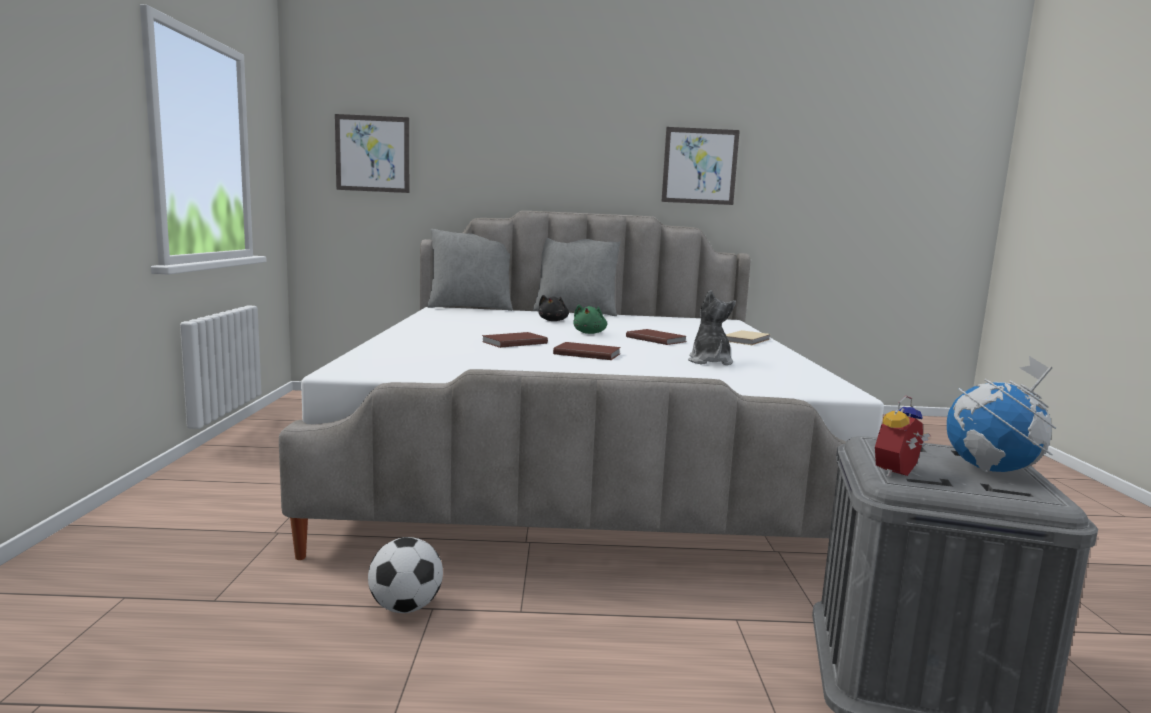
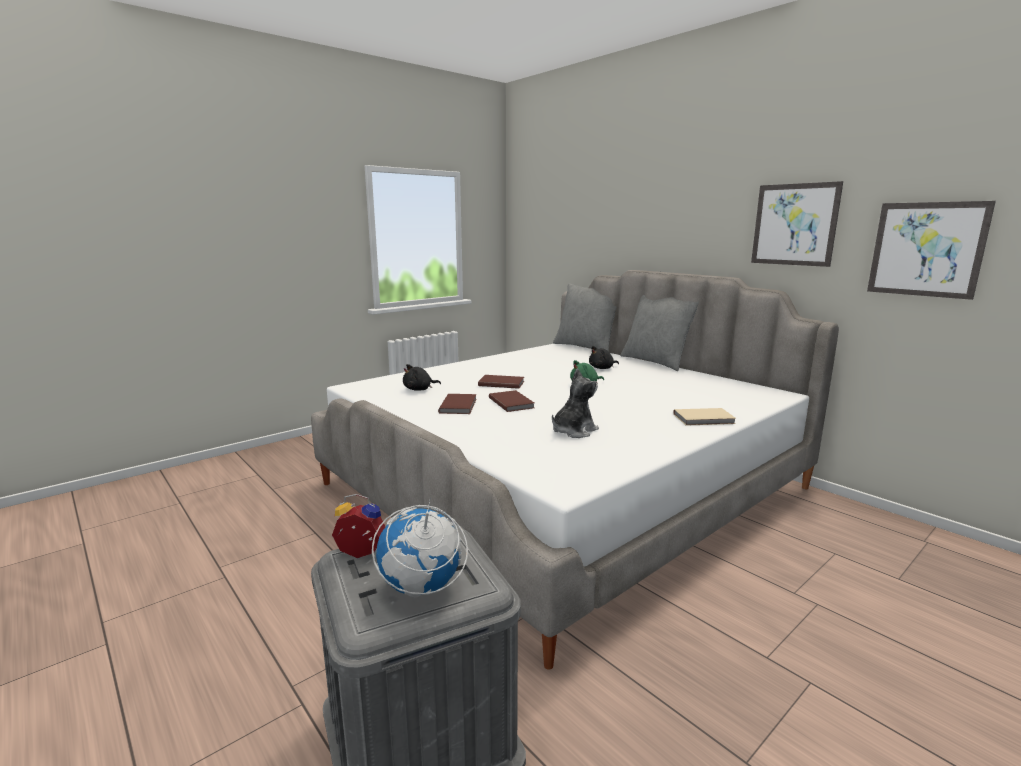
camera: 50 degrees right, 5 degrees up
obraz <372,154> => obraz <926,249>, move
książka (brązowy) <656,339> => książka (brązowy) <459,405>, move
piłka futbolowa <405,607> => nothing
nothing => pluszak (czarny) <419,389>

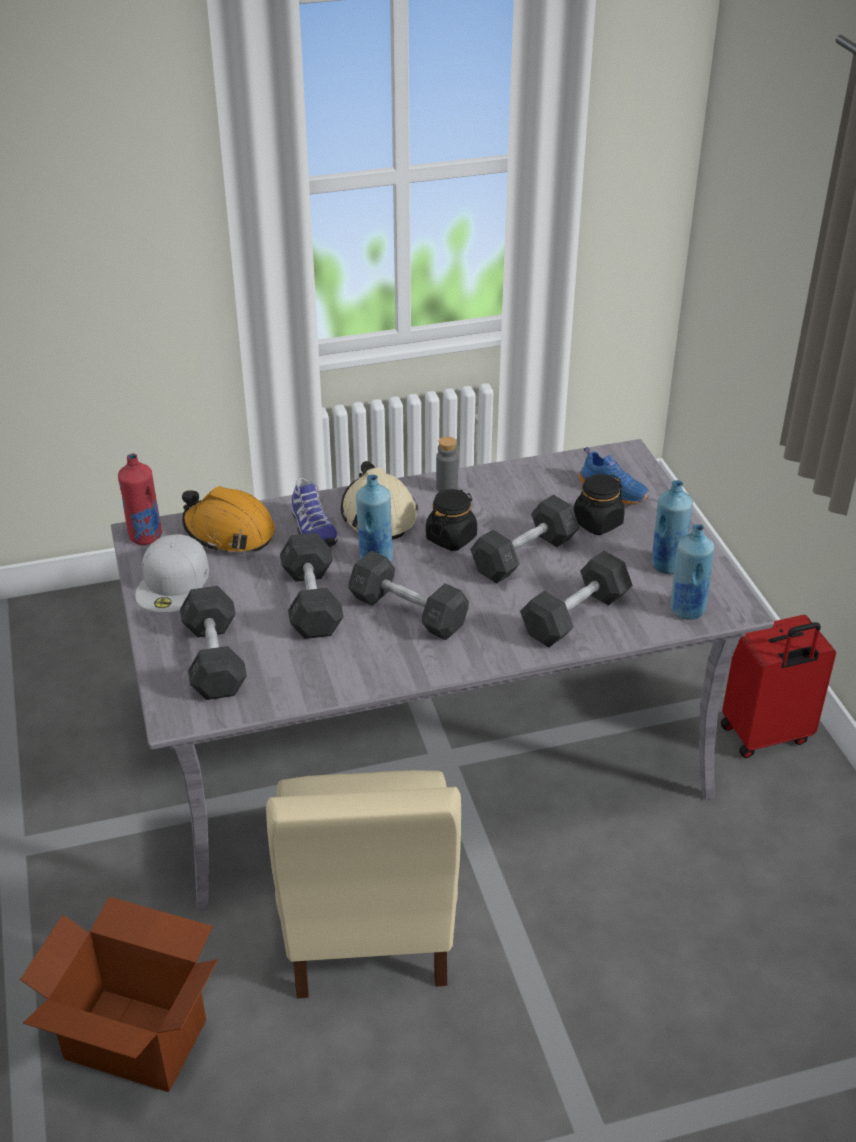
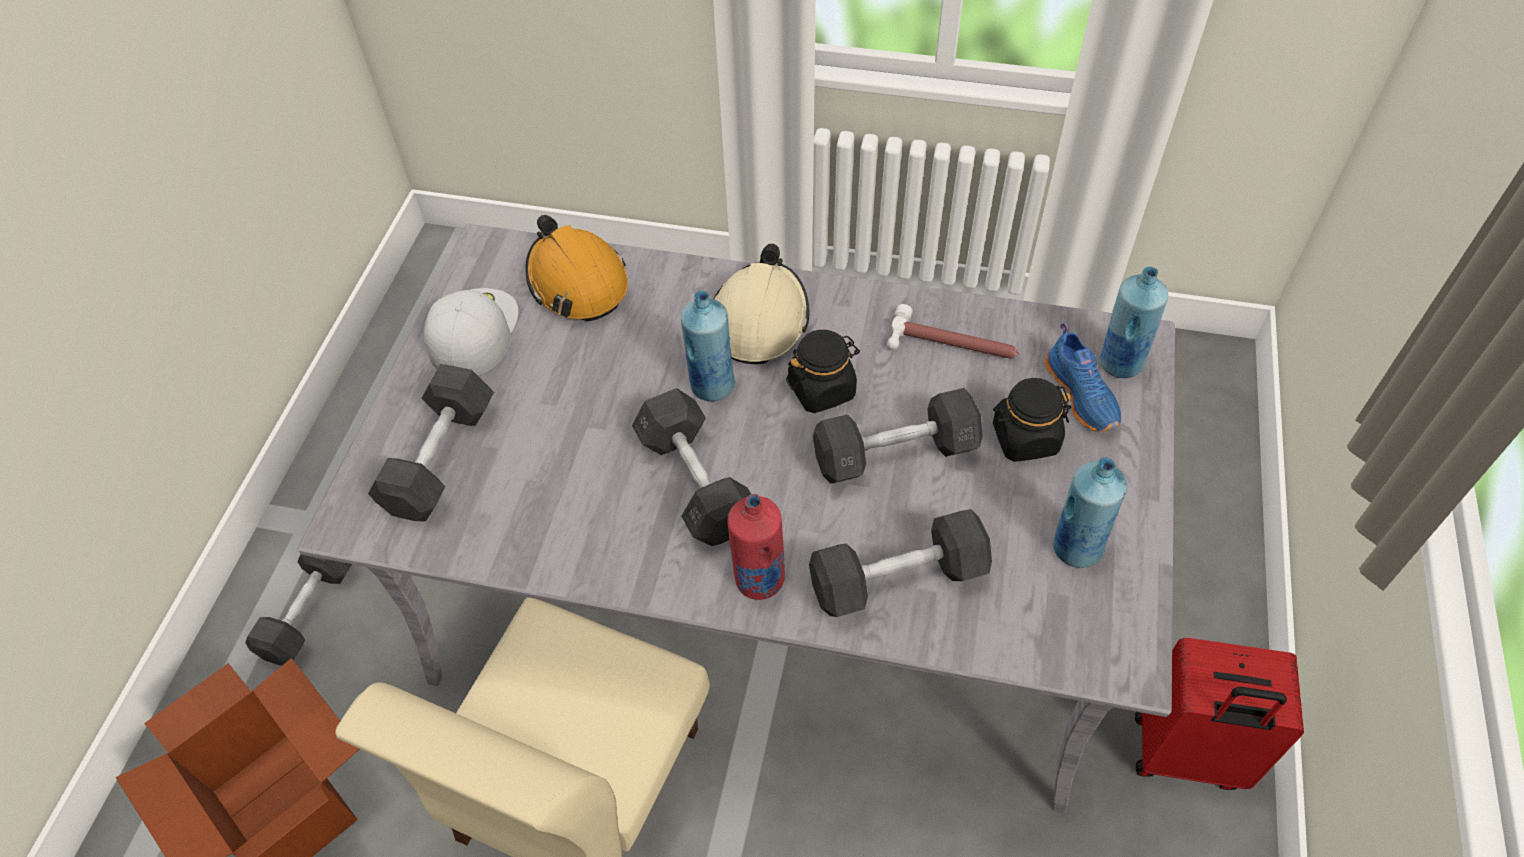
camera: 30 degrees right, 15 degrees up
butelka (szary) <447,488> => nothing
butelka (czerwony) <145,537> => butelka (czerwony) <758,580>, move
but <312,529> => nothing
butelka (niebieski) <686,610> => butelka (niebieski) <1119,363>, move
hantel (szary) <312,601> => hantel (szary) <309,611>, move
czapka z daszkiem (biały) <174,583> => czapka z daszkiem (biały) <472,331>, 150 degrees clockwise
nothing => młotek <952,346>

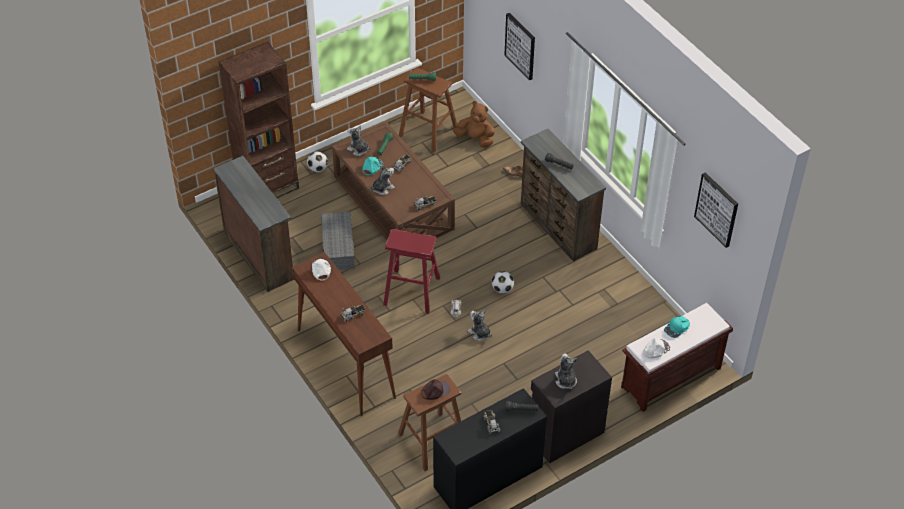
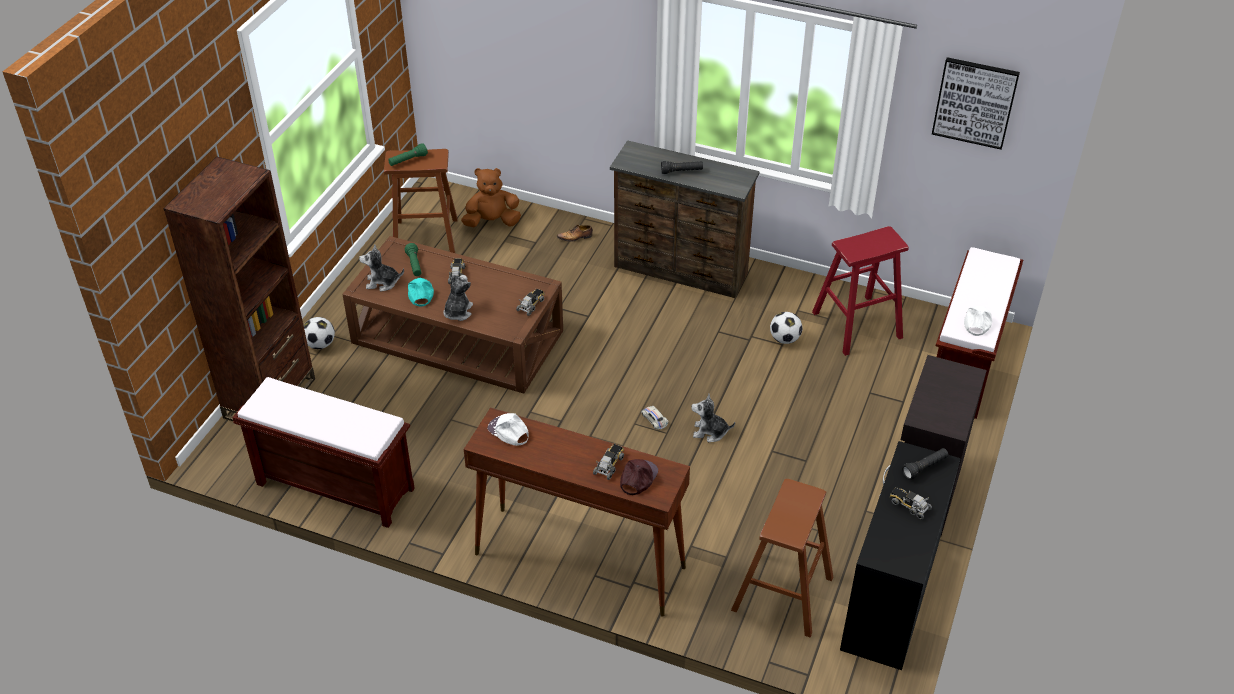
camera: 35 degrees left, 5 degrees down
obraz <520,46> => nothing
komoda (brązowy) <259,254> => ławka (brązowy) <333,486>
pojemnik do przechowywania (szary) <339,248> => nothing
stołek (czerwony) <411,291> => stołek (czerwony) <857,325>, move
piłka futbolowa <502,289> => piłka futbolowa <784,339>, move
czapka z daszkiem (turkusowy) <677,328> => nothing
pluszak <565,380> => nothing
czapka z daszkiem (brązowy) <435,391> => czapka z daszkiem (brązowy) <638,478>, move

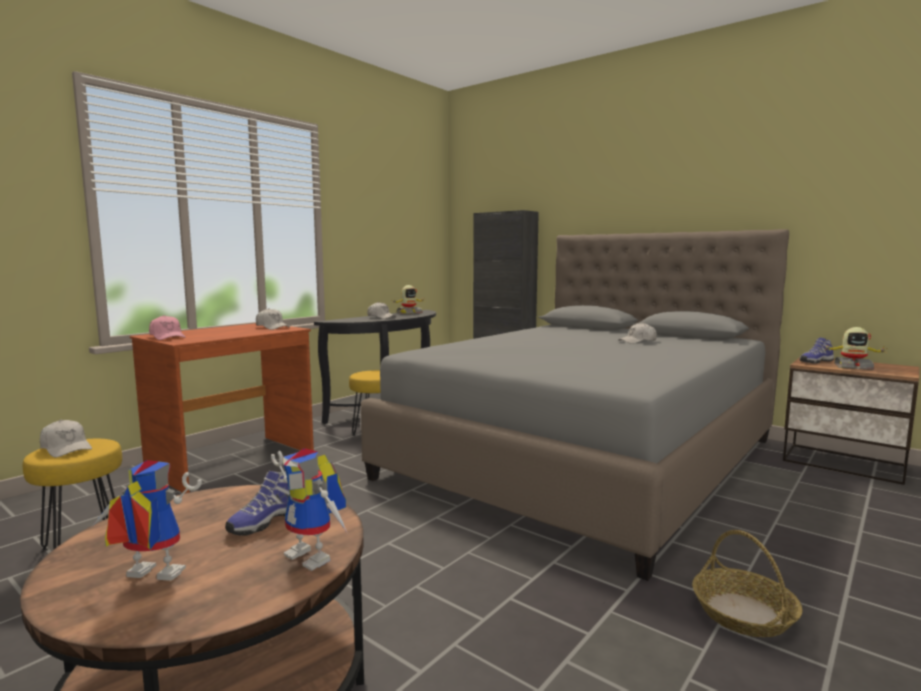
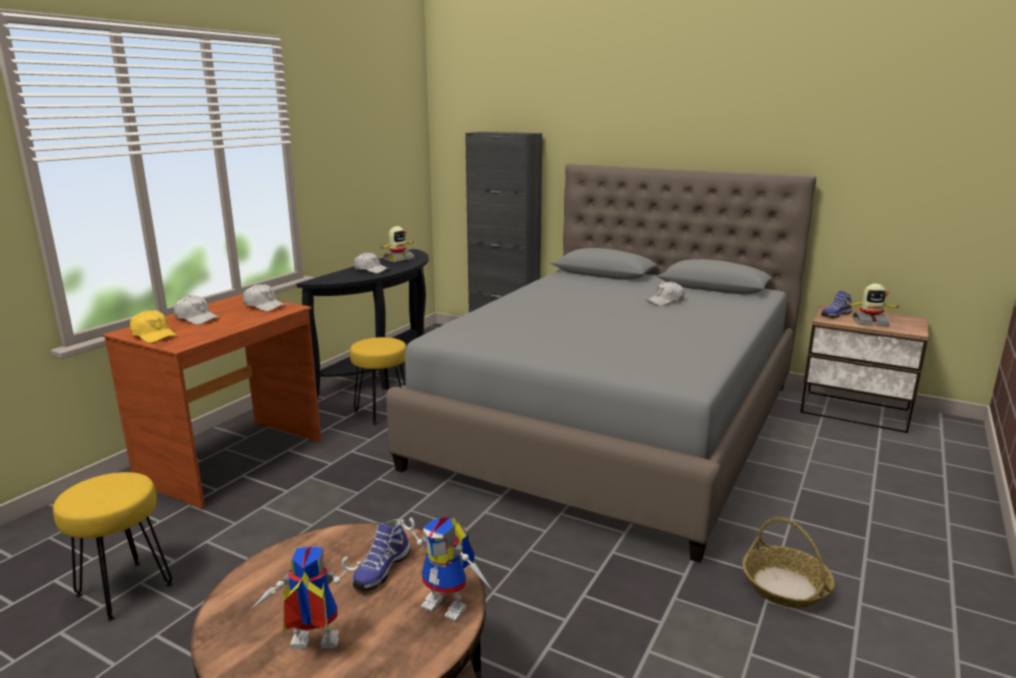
camera: 10 degrees left, 10 degrees up
czapka z daszkiem (różowy) <167,337> => czapka z daszkiem (żółty) <154,335>
czapka z daszkiem (biały) <66,448> => czapka z daszkiem (biały) <196,318>, move

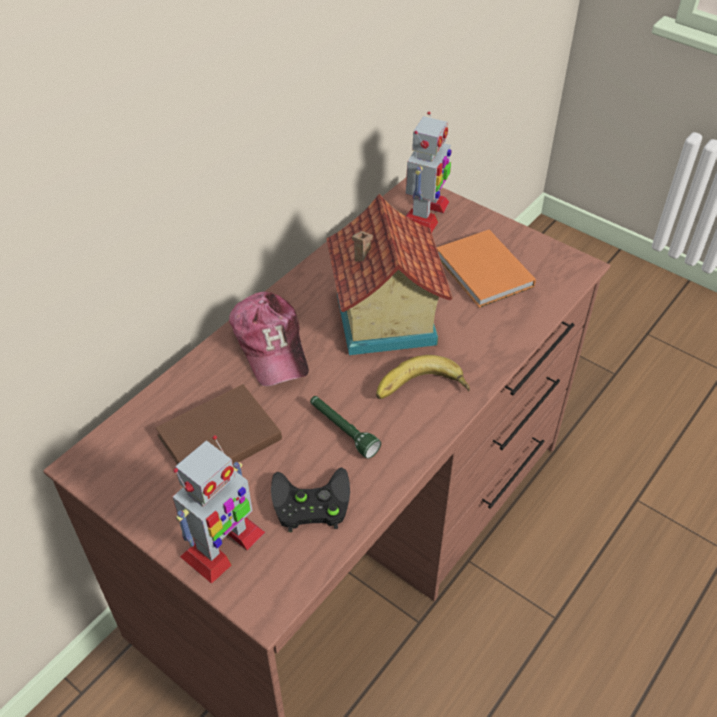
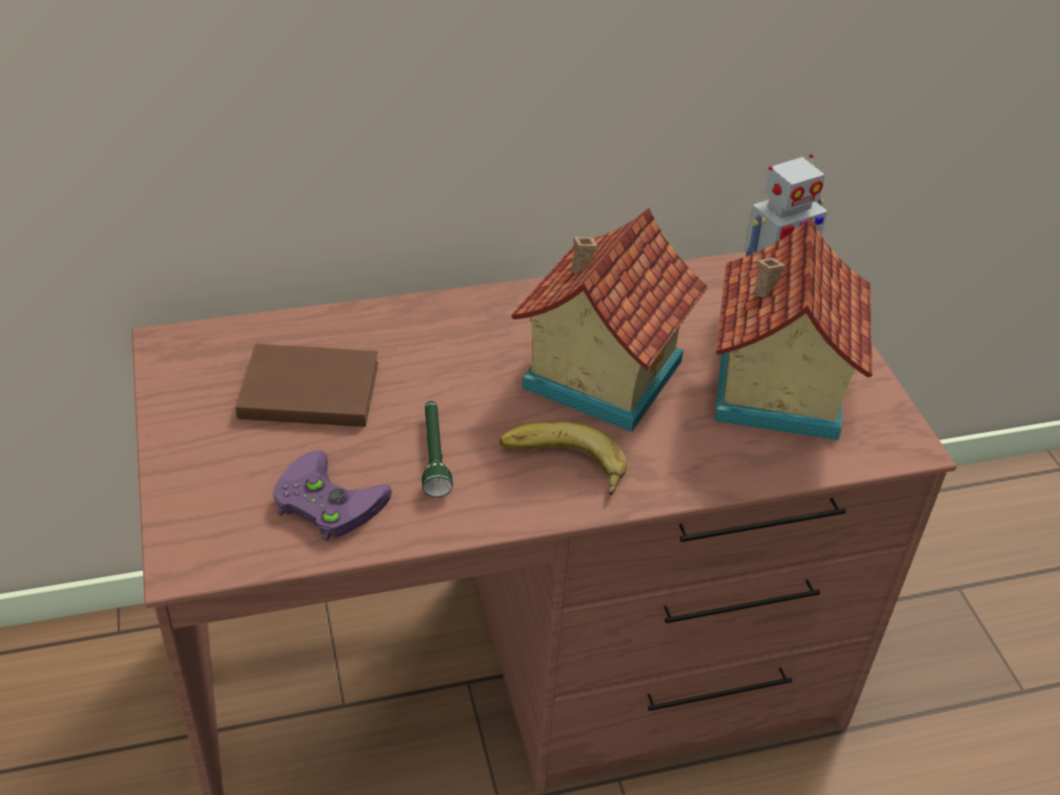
camera: 35 degrees right, 5 degrees down
książka (pomarańczowy) <484,273> => domek <773,389>
czapka z daszkiem <270,345> => nothing
robot zabawkowy <222,545> => nothing
pad do gier (czarny) <308,504> => pad do gier (fioletowy) <324,501>

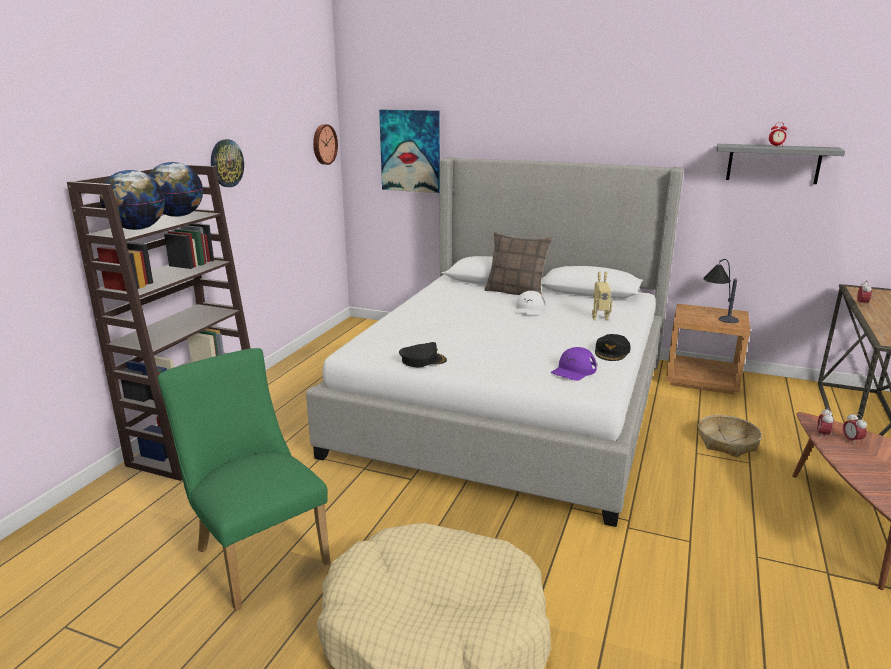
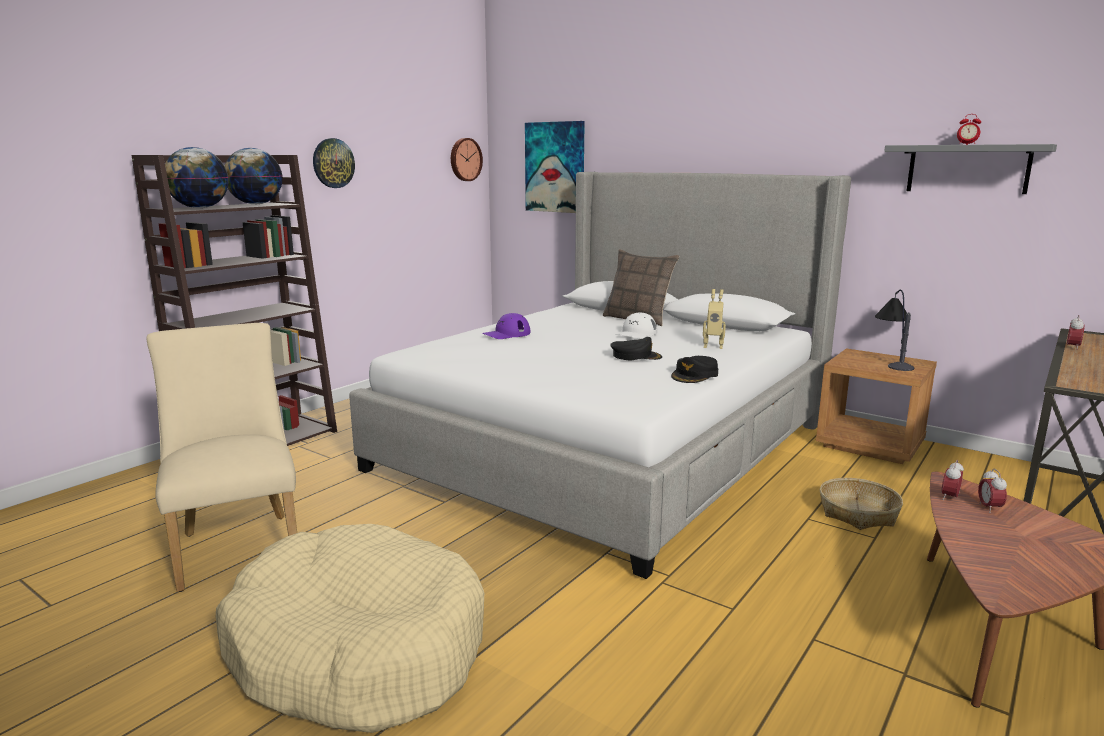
camera: 15 degrees right, 5 degrees down
czapka z daszkiem (czarny) <422,360> => czapka z daszkiem (czarny) <636,356>, move
czapka z daszkiem (fioletowy) <573,370> => czapka z daszkiem (fioletowy) <506,334>, move
krzesło (zielony) <257,552> => krzesło (beżowy) <238,545>

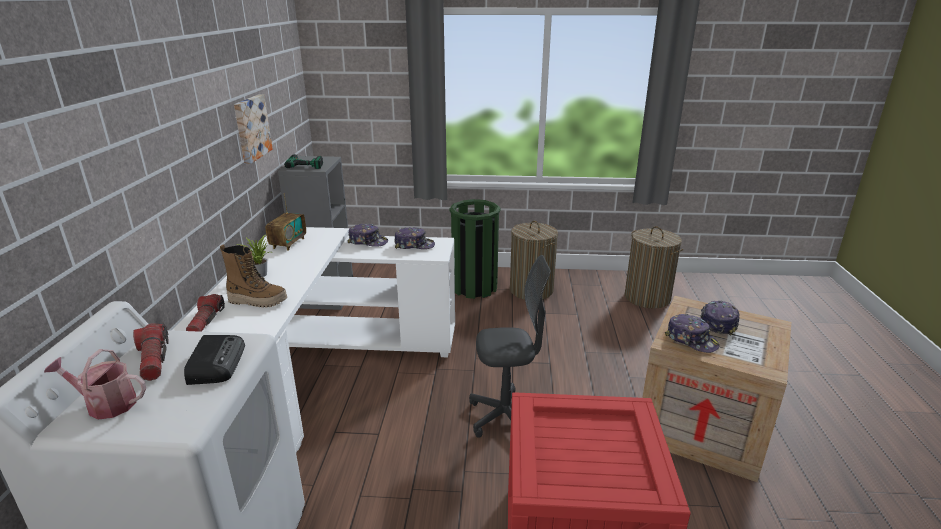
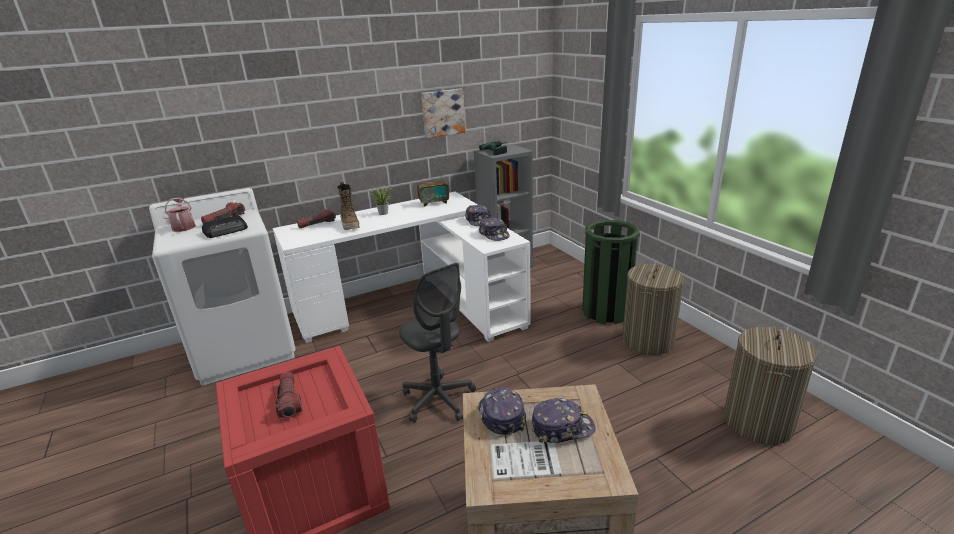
camera: 60 degrees right, 0 degrees up
czapka z daszkiem <691,340> => czapka z daszkiem <501,415>, 150 degrees clockwise
nothing => latarka <289,401>

